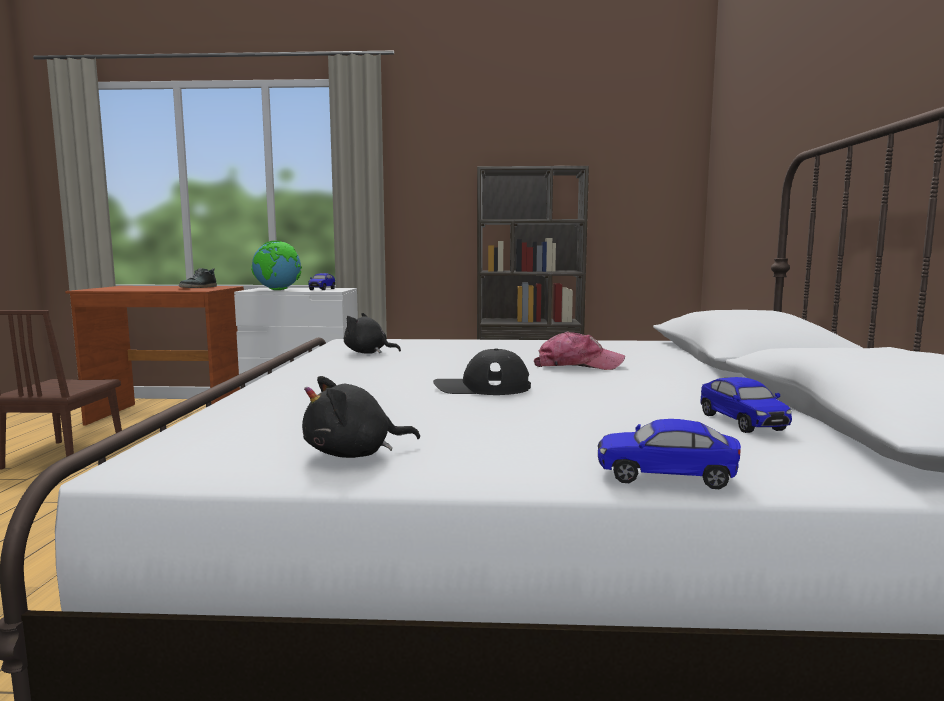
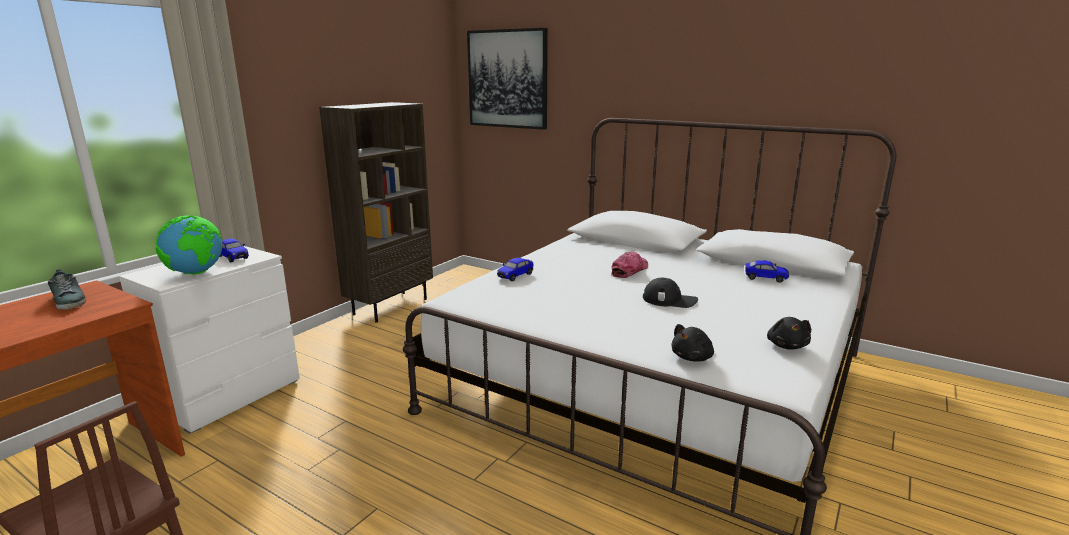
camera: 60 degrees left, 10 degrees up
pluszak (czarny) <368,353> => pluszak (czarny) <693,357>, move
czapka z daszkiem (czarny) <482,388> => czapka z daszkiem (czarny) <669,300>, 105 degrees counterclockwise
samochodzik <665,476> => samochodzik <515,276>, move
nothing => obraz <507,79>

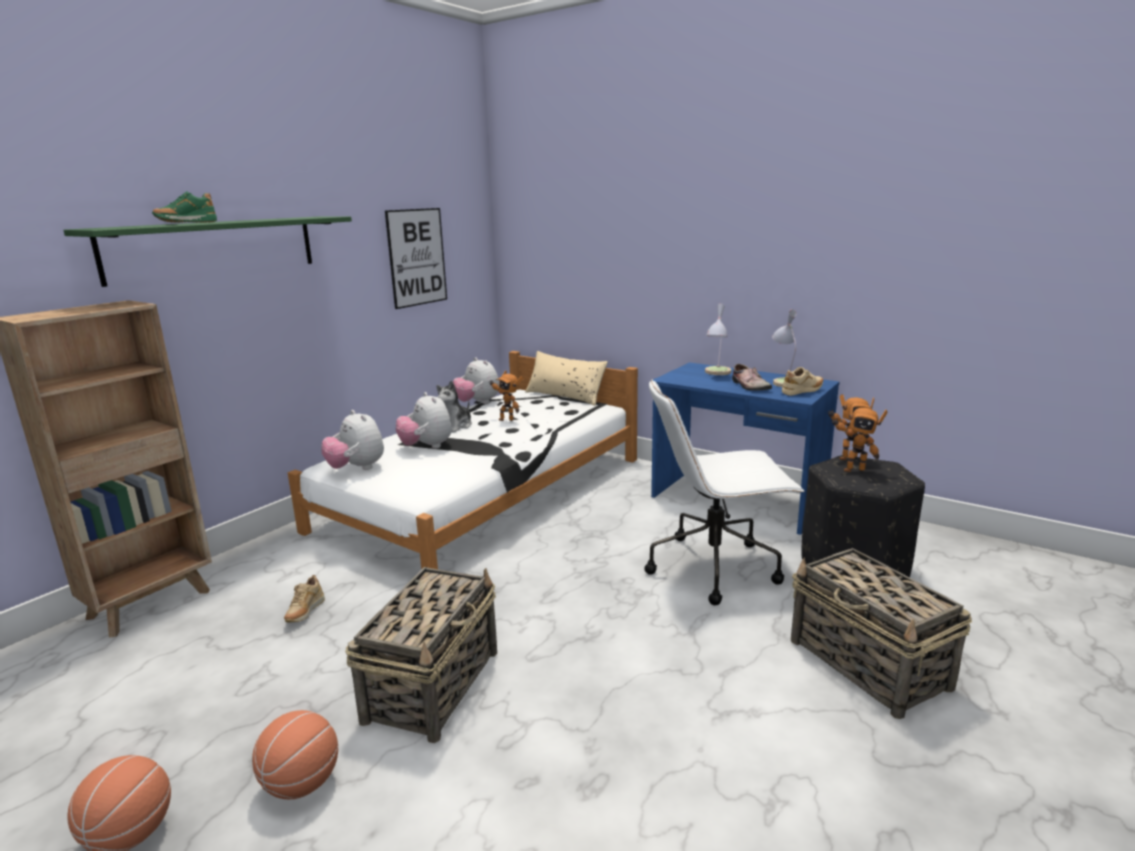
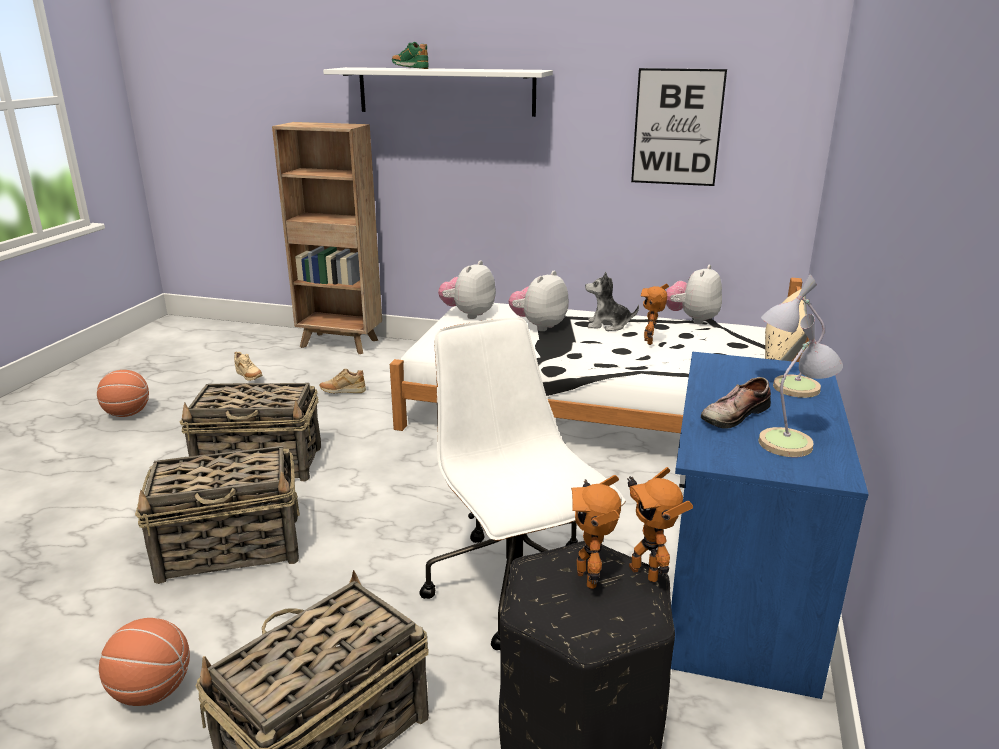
camera: 70 degrees right, 5 degrees up
półka (zielony) <214,248> => półka (biały) <446,91>
but (beżowy) <803,391> => but (beżowy) <249,377>, move
piłka do koszykówki <301,784> => piłka do koszykówki <152,691>, move
nothing => koszyk <232,548>

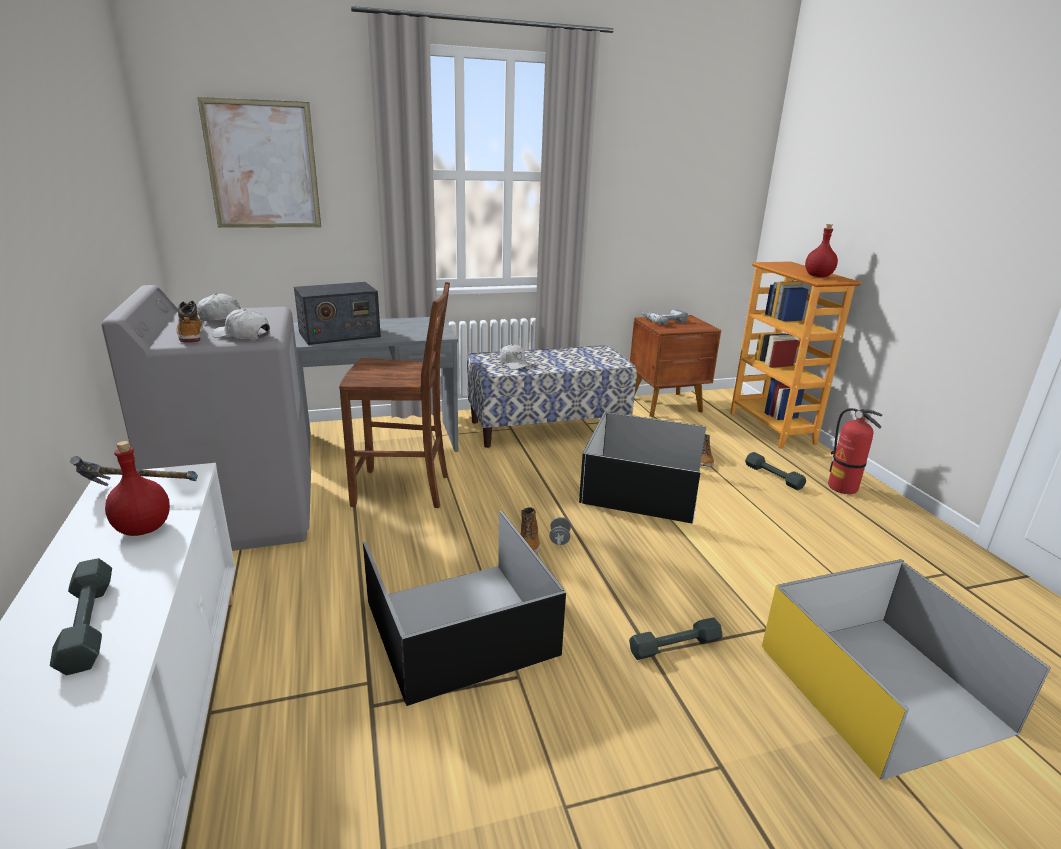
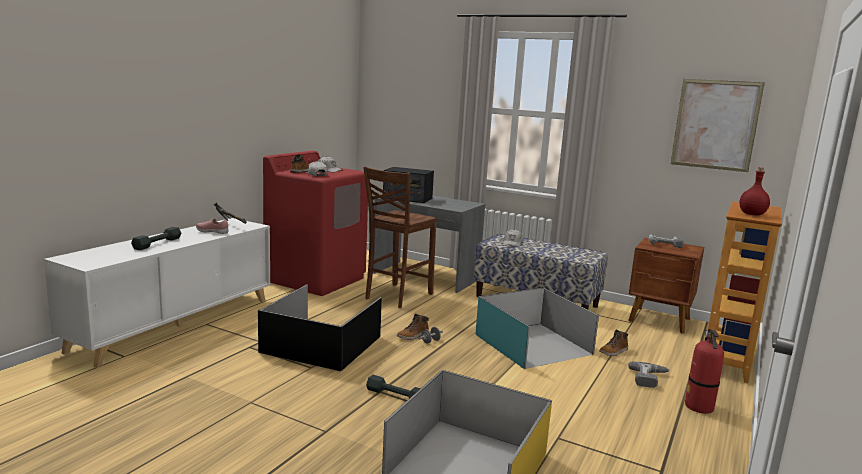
camera: 45 degrees right, 10 degrees down
obraz <263,165> => obraz <715,125>, move
krzesło (brązowy) <404,490> => krzesło (brązowy) <396,296>, 75 degrees clockwise
pralka (szary) <242,514> => pralka (czerwony) <316,279>
pojemnik do przechowywania (czarny) <642,487> => pojemnik do przechowywania (turkusowy) <532,344>
butelka (czerwony) <144,528> => but (różowy) <212,232>
hantel (szary) <773,476> => wiertarka <650,379>

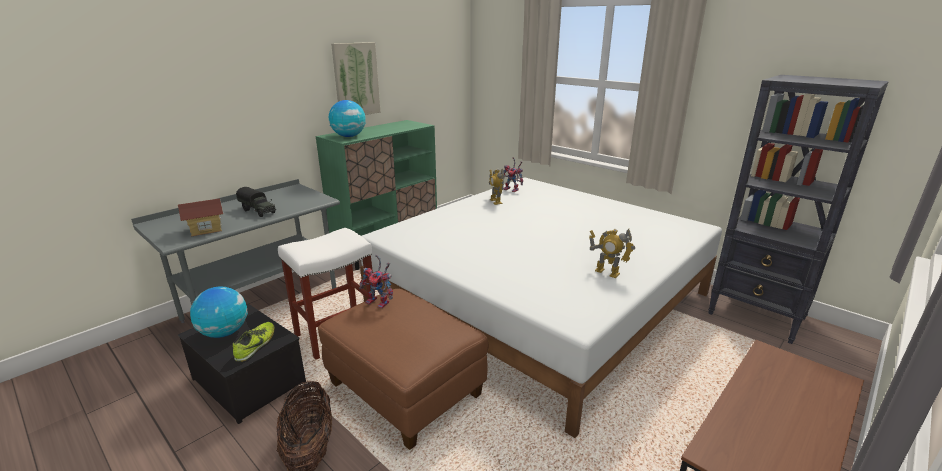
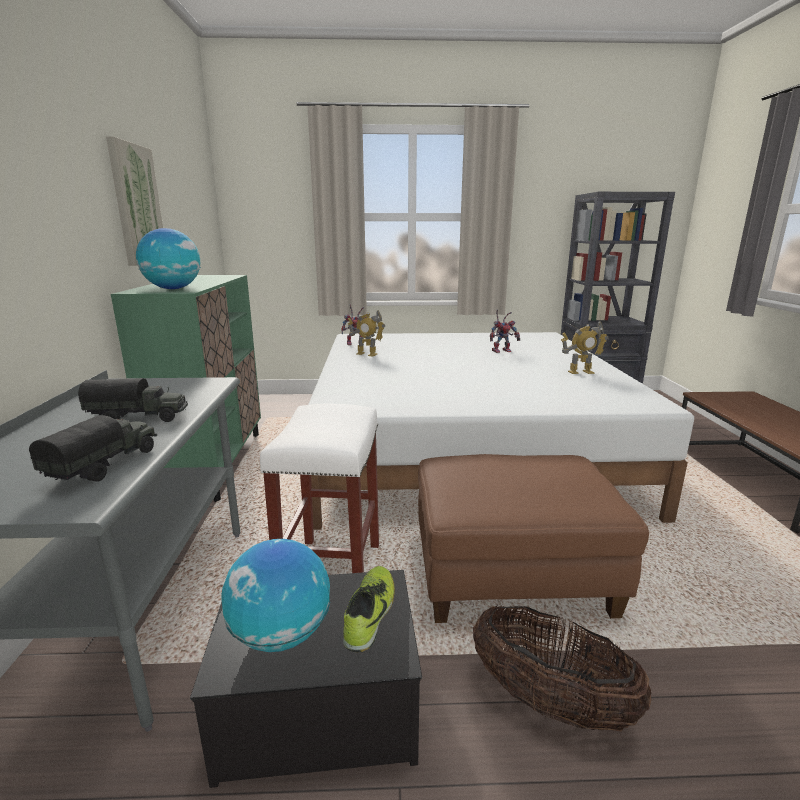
camera: 45 degrees left, 5 degrees down
domek <206,230> => ciężarówka zabawkowa <106,465>
robot zabawkowy <380,302> => robot zabawkowy <502,350>, move
but <256,345> => but <370,613>, 45 degrees clockwise

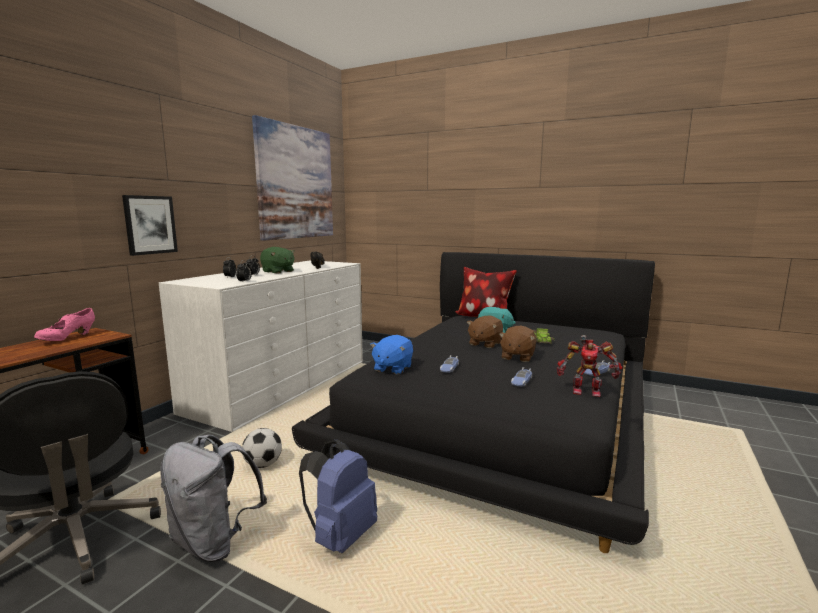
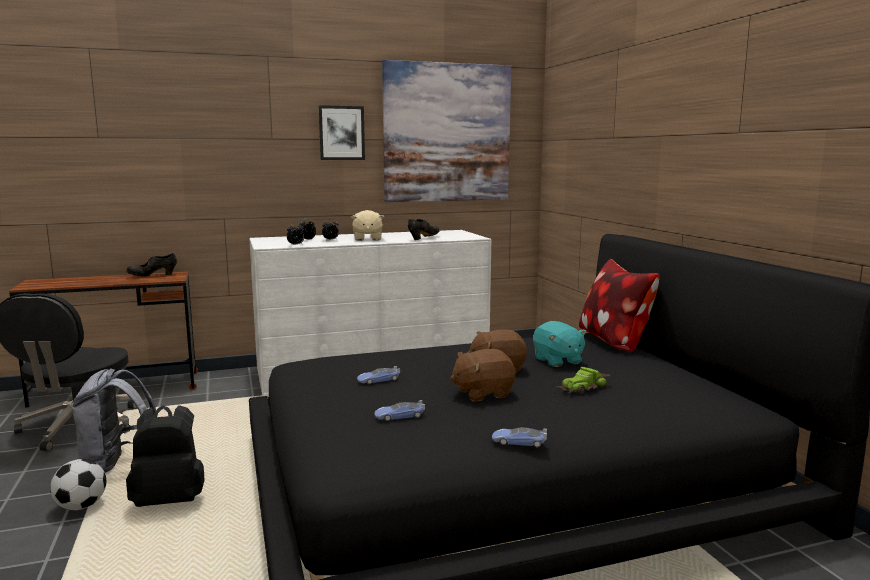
camera: 45 degrees right, 0 degrees up
obraz <150,225> => obraz <341,133>, move
pluszak (zielony) <278,271> => pluszak (beżowy) <367,239>
but (różowy) <67,338> => but (czarny) <152,276>
pluszak (niebieski) <392,368> => nothing
robot zabawkowy <586,391> => nothing
piłka futbolowa <263,465> => piłka futbolowa <81,506>, move
plecak (niebieski) <340,536> => plecak (czarny) <170,500>

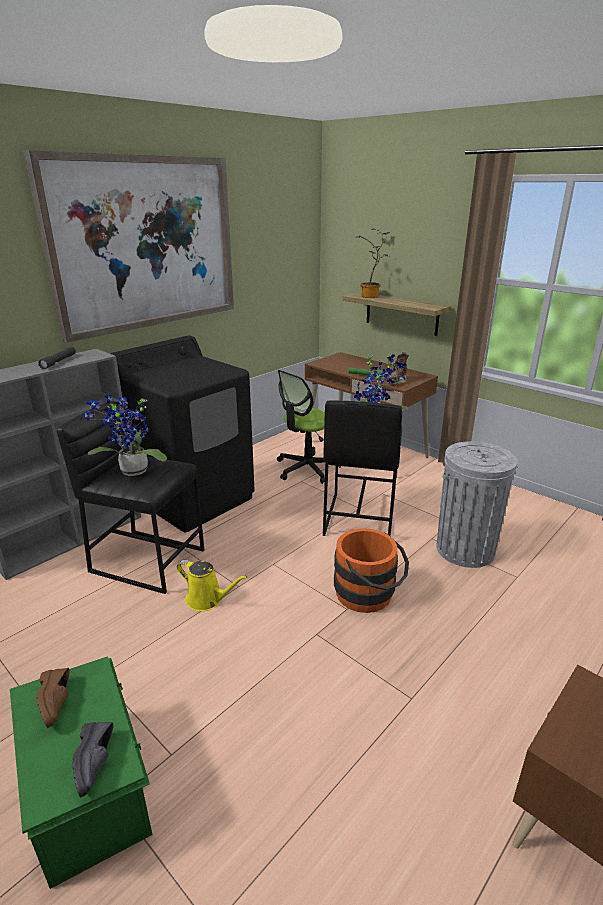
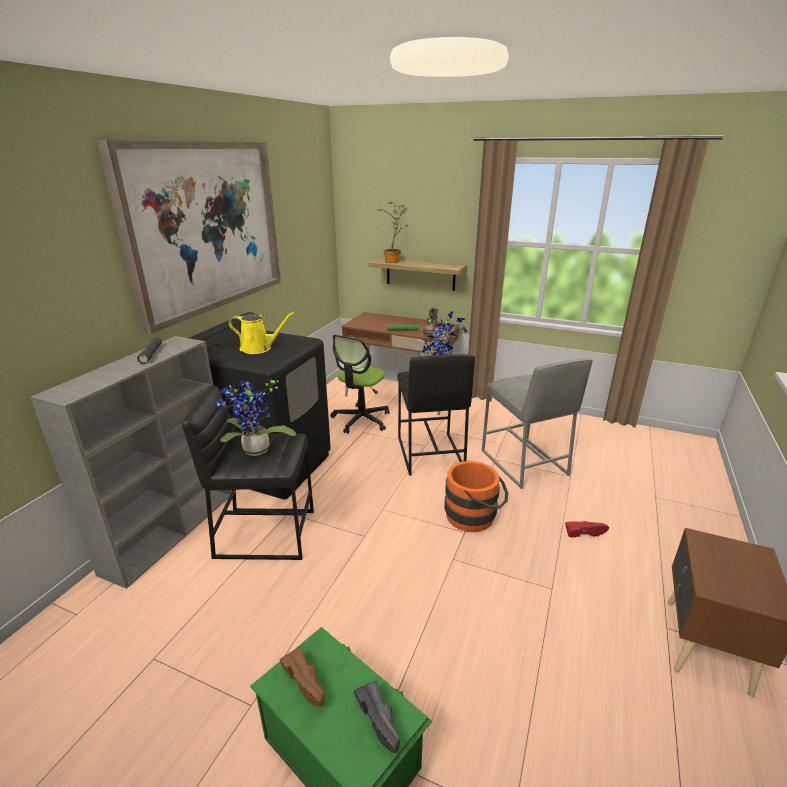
camera: 20 degrees left, 0 degrees up
kosz na śmieci (szary) <465,549> => stołek (szary) <523,463>
konewka (żółty) <208,599> => konewka (żółty) <259,348>, move
nothing => but (czerwony) <584,532>

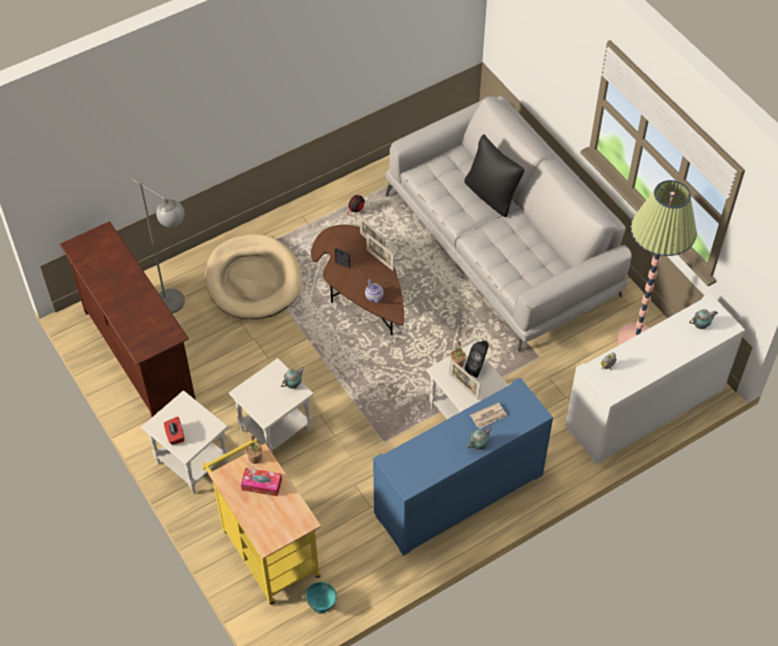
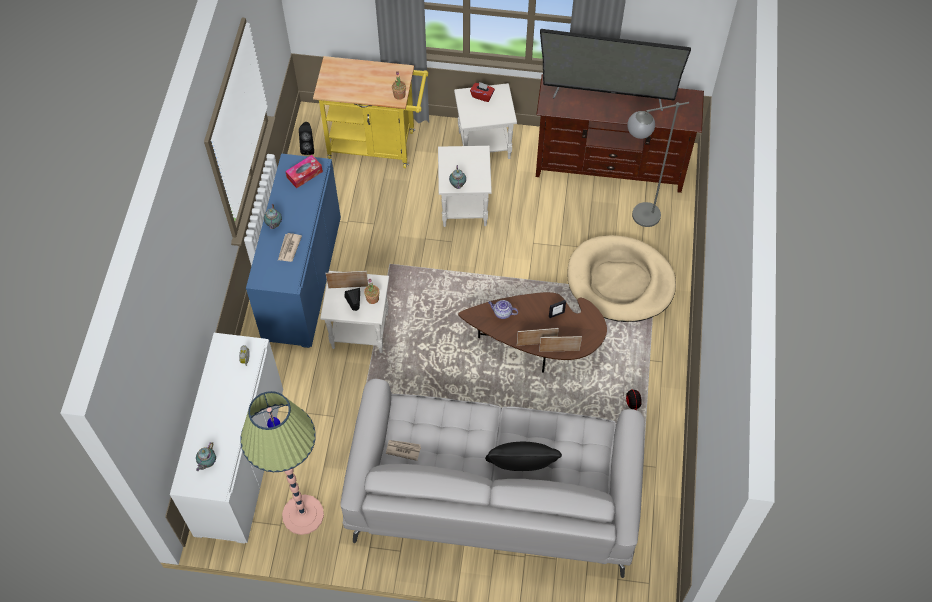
camera: 130 degrees right, 5 degrees up
pudełko chusteczek <261,485> => pudełko chusteczek <304,174>, move
miska (turkusowy) <321,605> => głośnik (czarny) <308,147>
nothing => telewizor <608,94>
nothing => gazeta <403,449>

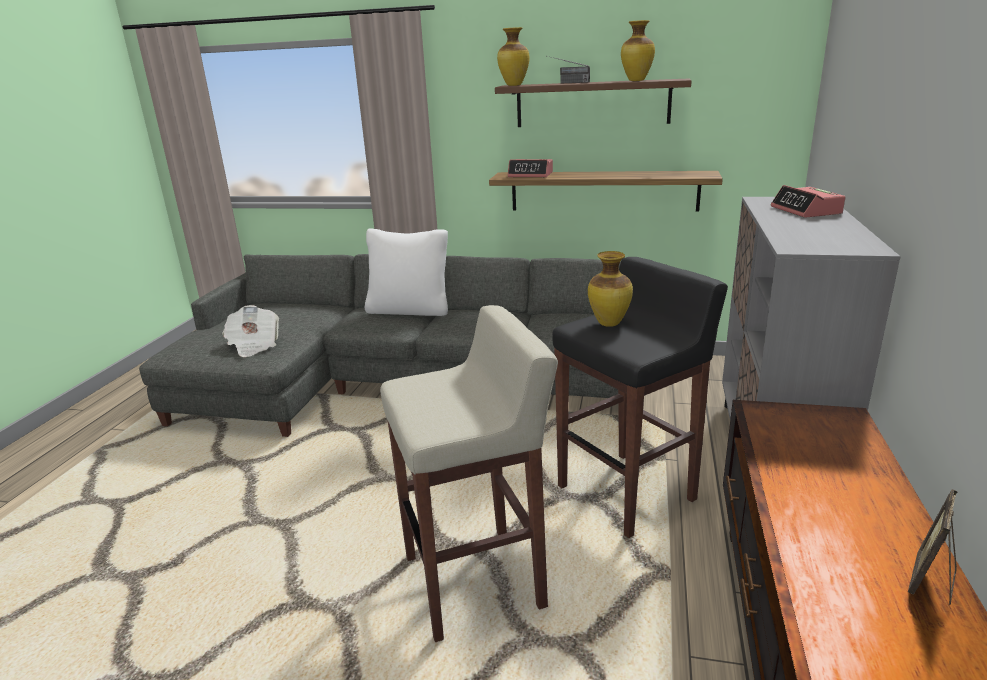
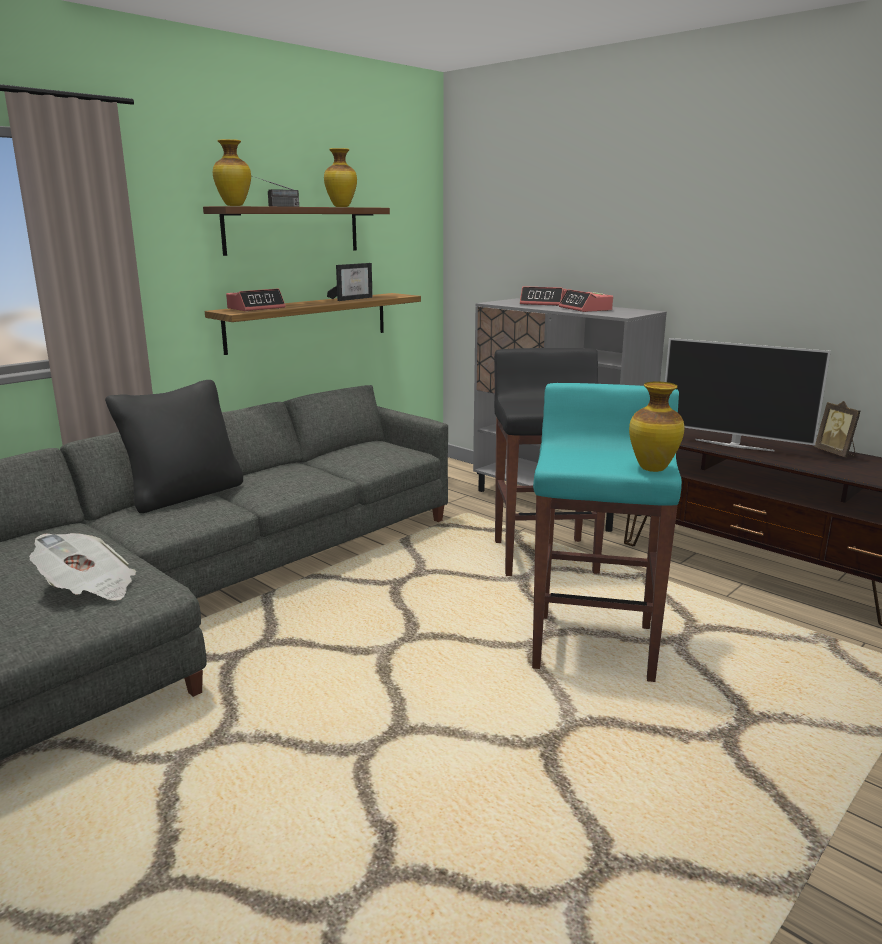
camera: 60 degrees left, 5 degrees down
poduszka (biały) <410,310> => poduszka (czarny) <184,494>
wazon <609,323> => wazon <652,469>, move
stołek (beżowy) <476,581> => stołek (turkusowy) <594,645>
nothing => ramka na zdjęcie <352,299>
nothing => budzik <585,309>
nothing => telewizor <734,445>

